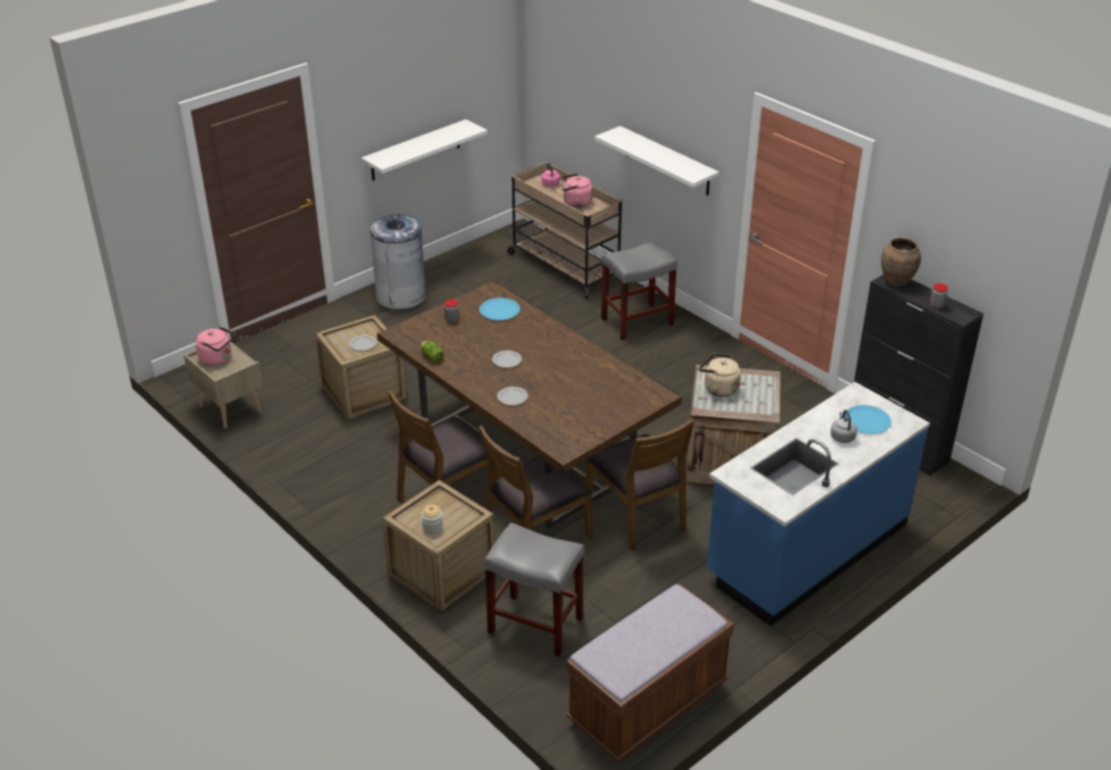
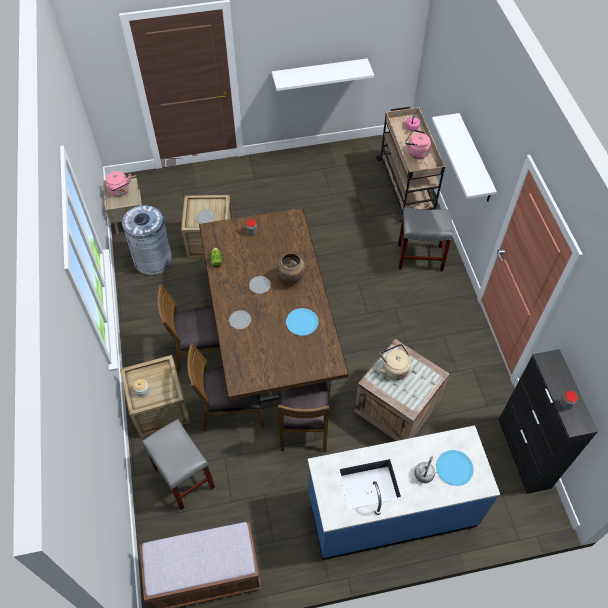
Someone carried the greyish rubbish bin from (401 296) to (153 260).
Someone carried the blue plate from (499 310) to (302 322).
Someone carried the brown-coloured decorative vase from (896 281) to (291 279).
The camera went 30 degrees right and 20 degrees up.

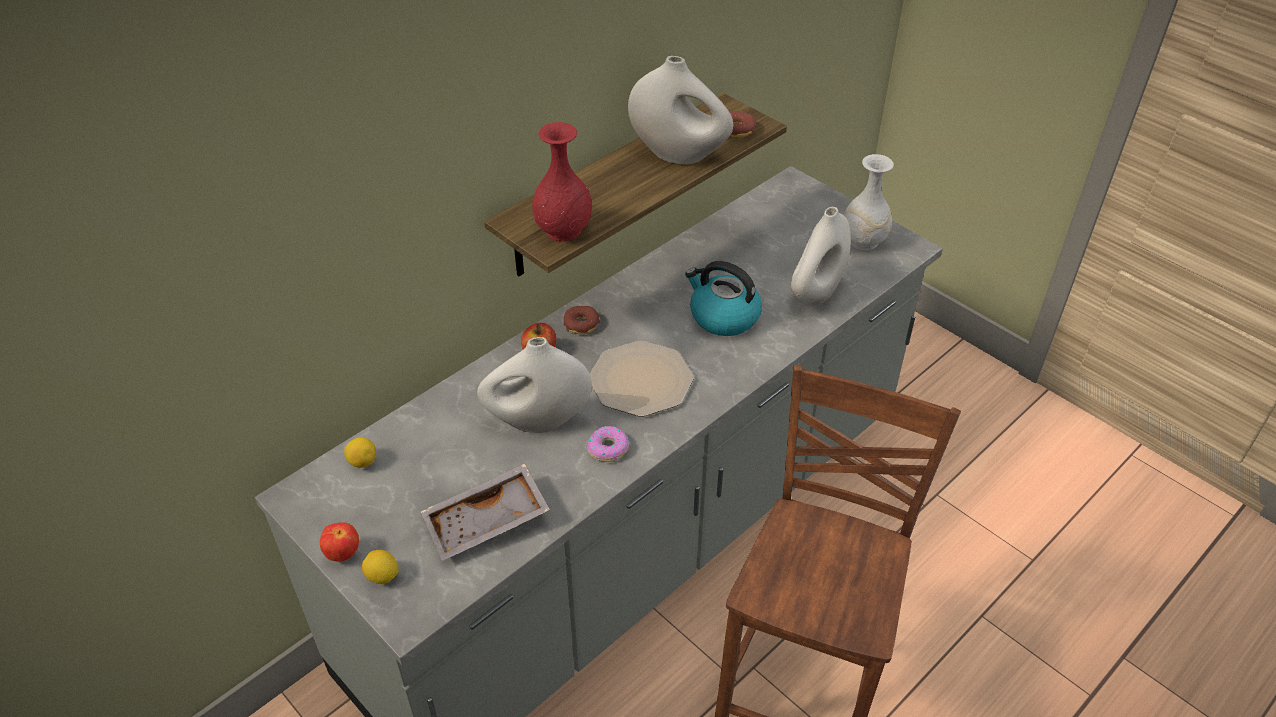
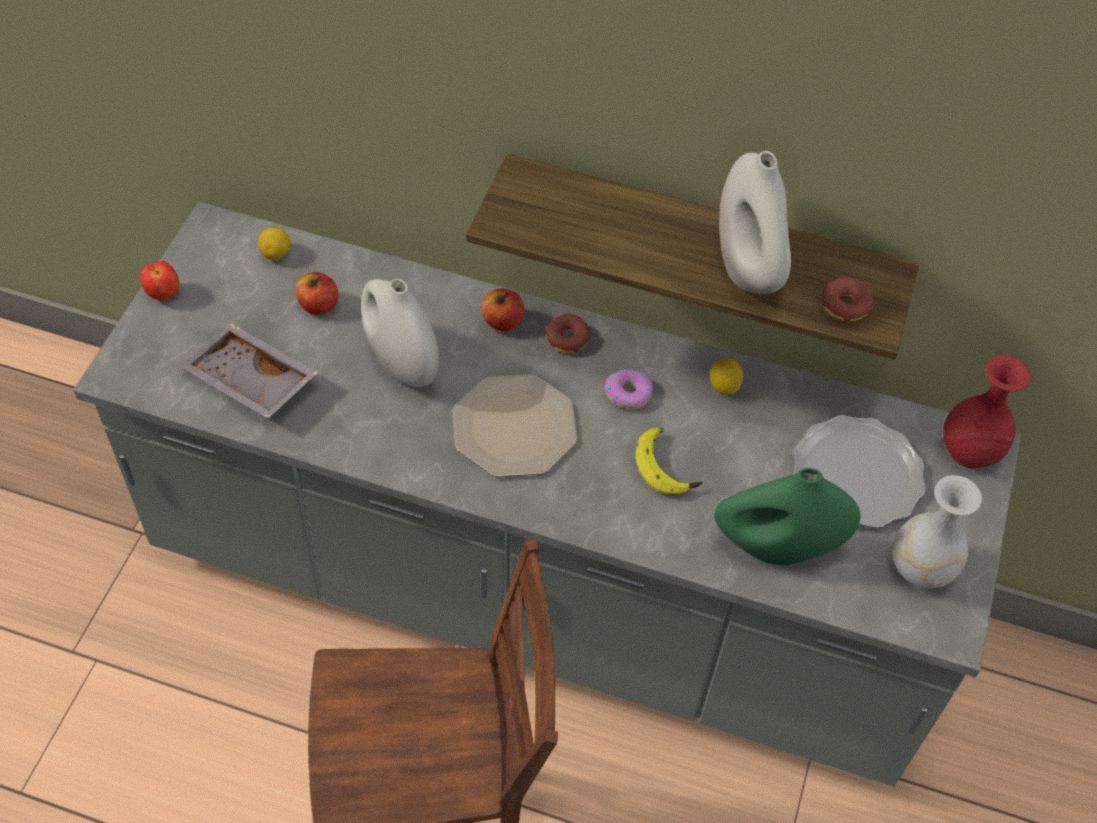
Someone carried the whole lemon from (382 576) to (724 386).
Someone carried the red decorative vase from (564 231) to (969 452).
Someone carried the doughnut from (608 448) to (628 393).
Someone swapped the kettle at (723 317) for the banana fruit at (667 465).
Someone repainted the white decorative vase at (816 293), which became the greenish decorative vase at (776 548).
Someone put down the apple fruit at (318 305).
Someone put down the plate at (857 474).
The camera went 60 degrees right and 10 degrees up.

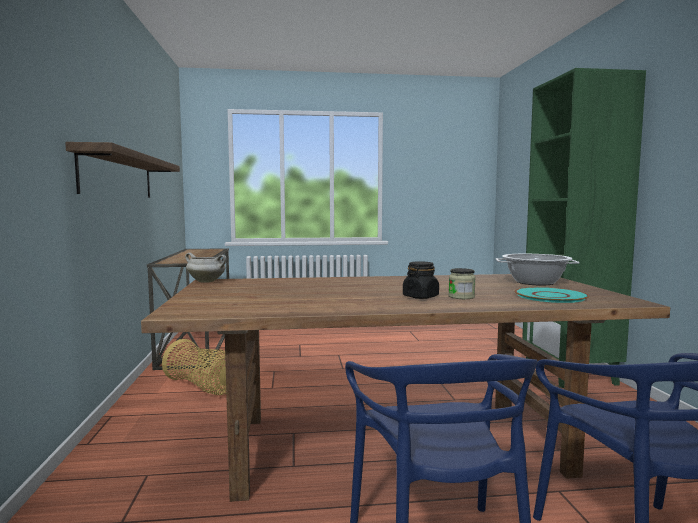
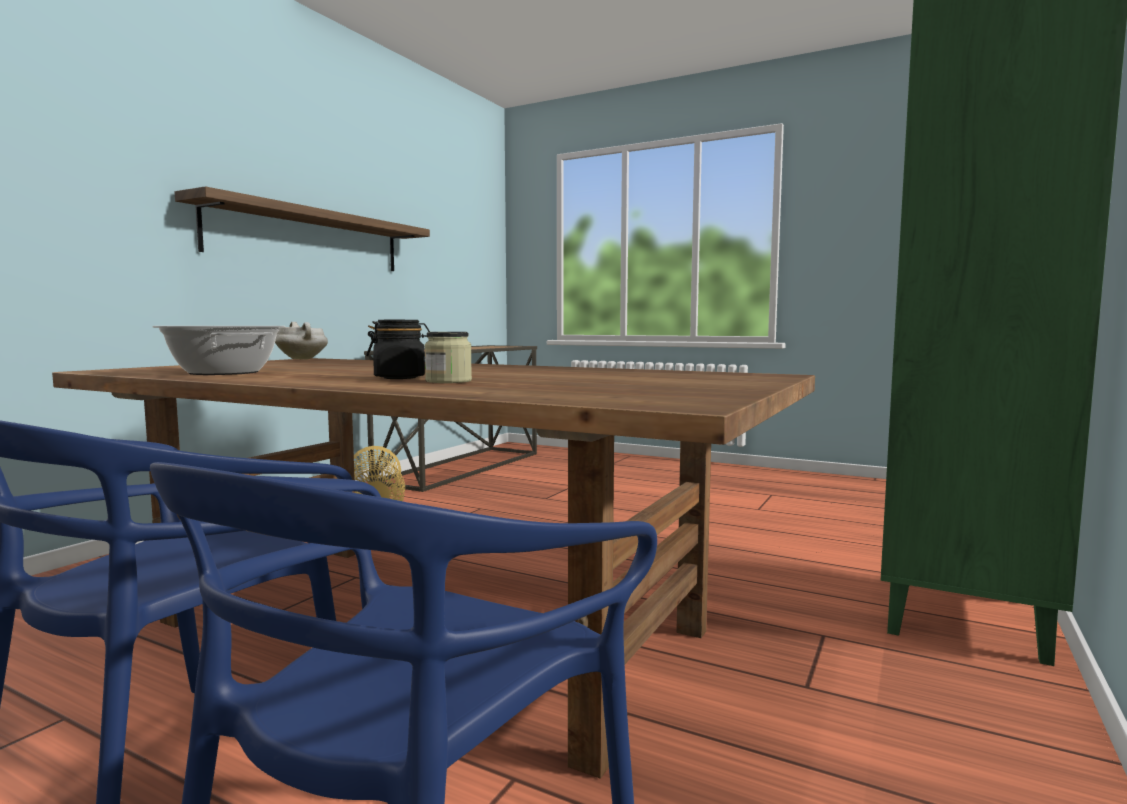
Someone carried the cooking pot from (535 282) to (224 372).
Someone took away the turquoise-coloured plate at (551 296).
The camera went 35 degrees right and 0 degrees up.

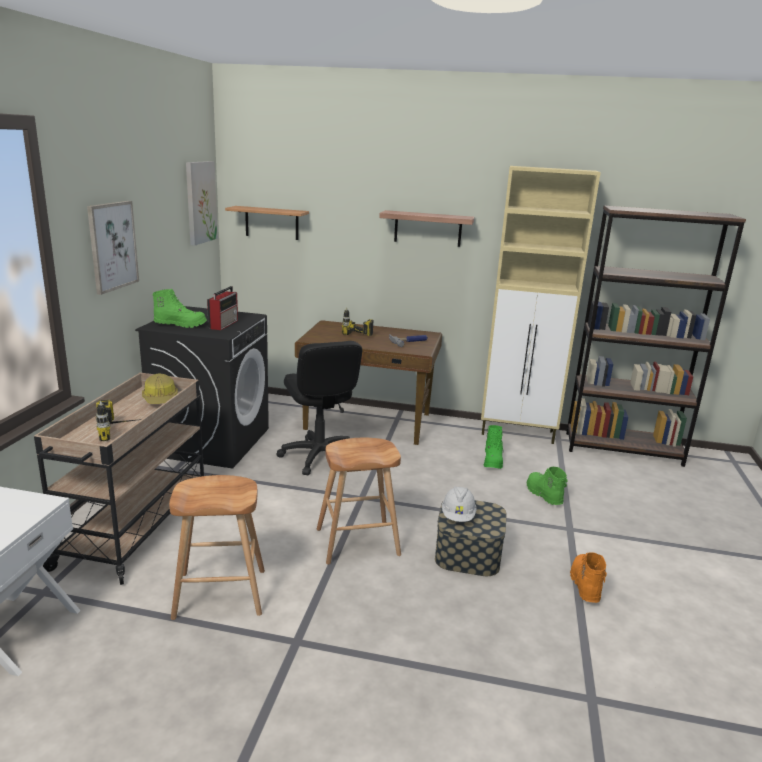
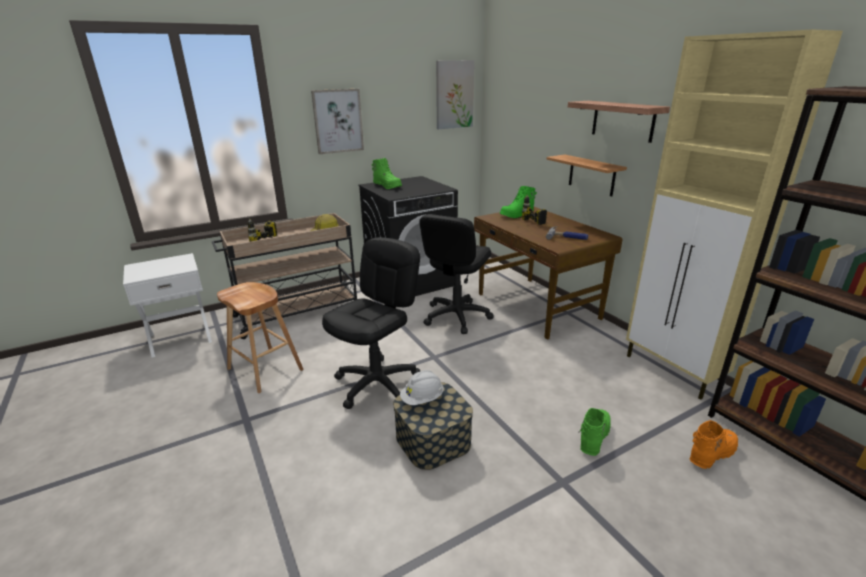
Someone took away the radio at (224 324).
Someone carried the shelf from (272 223) to (591 175).
Someone swapped the brown-coloured stool at (357 542) for the blackish office chair at (377 384).
Someone carried the greenish high-top boot from (492 461) to (517 215).
Someone carried the orangey high-top boot from (584 584) to (711 454).
The camera went 50 degrees right and 5 degrees up.

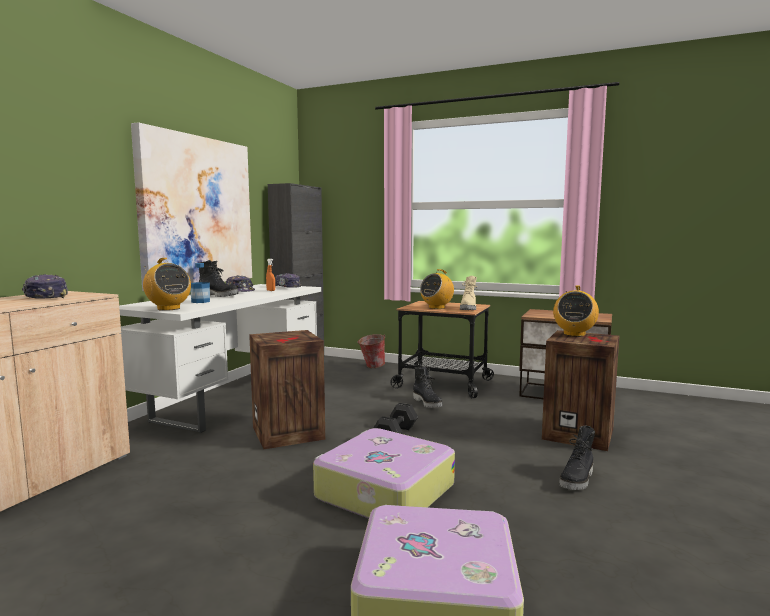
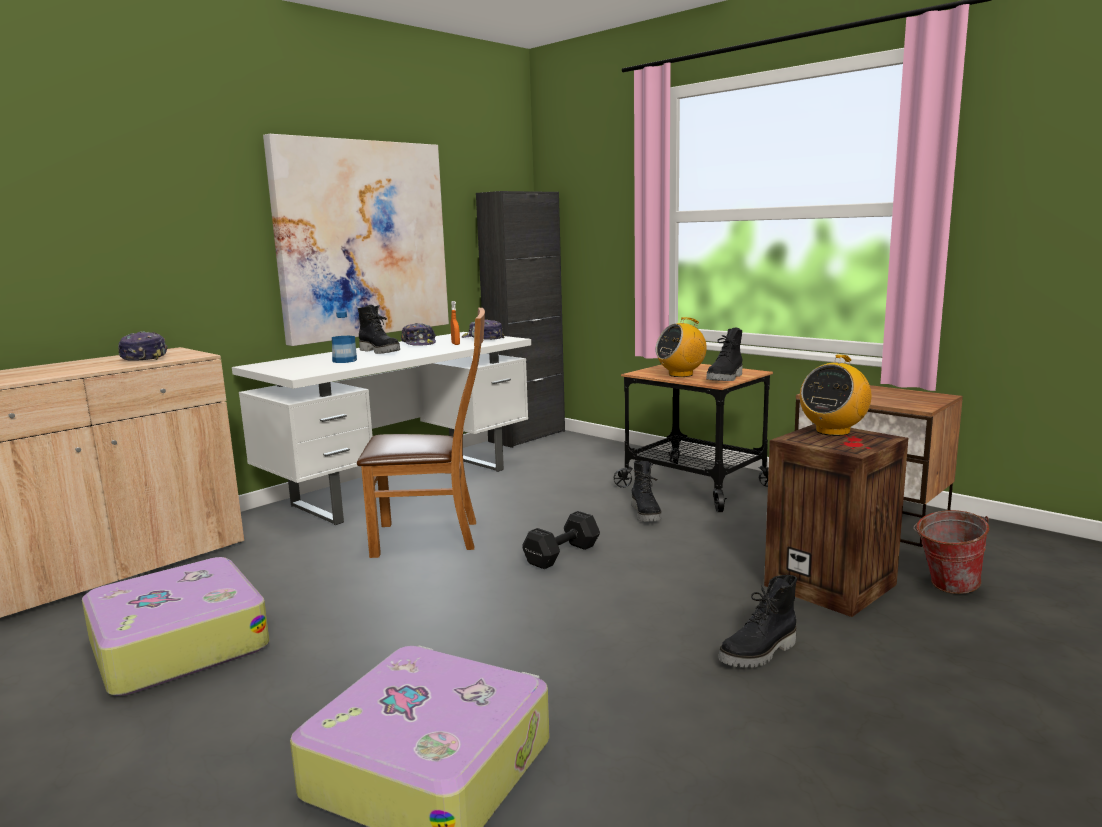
Someone took away the radio at (168 308).
Someone swapped the crate at (289 433) for the brown-coloured upright chair at (433 537).
Someone carried the suitcase from (383 492) to (177 644).
Someone carried the bucket from (371 367) to (945 587).
Someone repainted the beige-coloured high-top boot at (469 309), which became the blackish high-top boot at (726 378).
The camera went 20 degrees right and 5 degrees up.

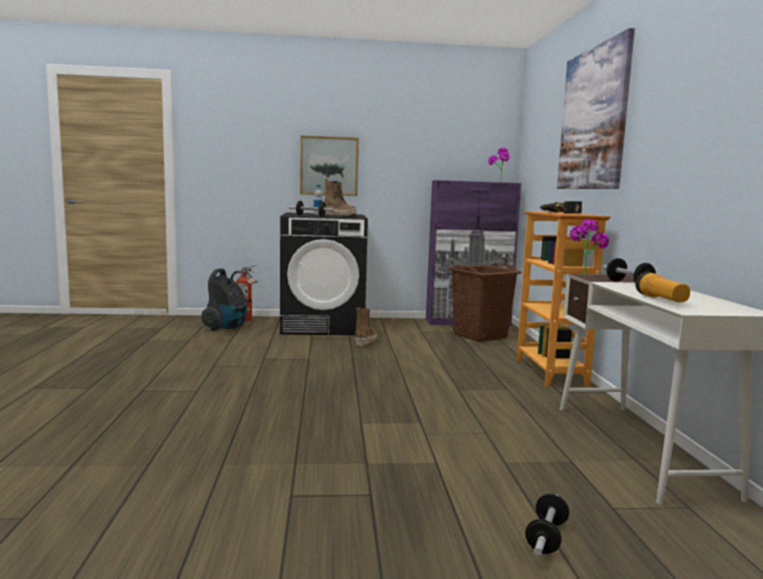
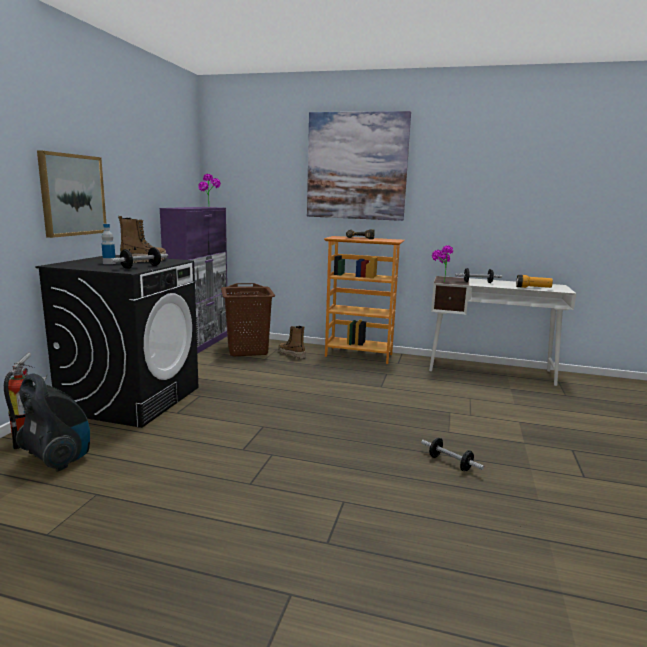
Someone carried the high-top boot from (365 342) to (291 354).
Someone carried the free weight from (546 537) to (450 463).
The camera went 70 degrees left and 5 degrees up.

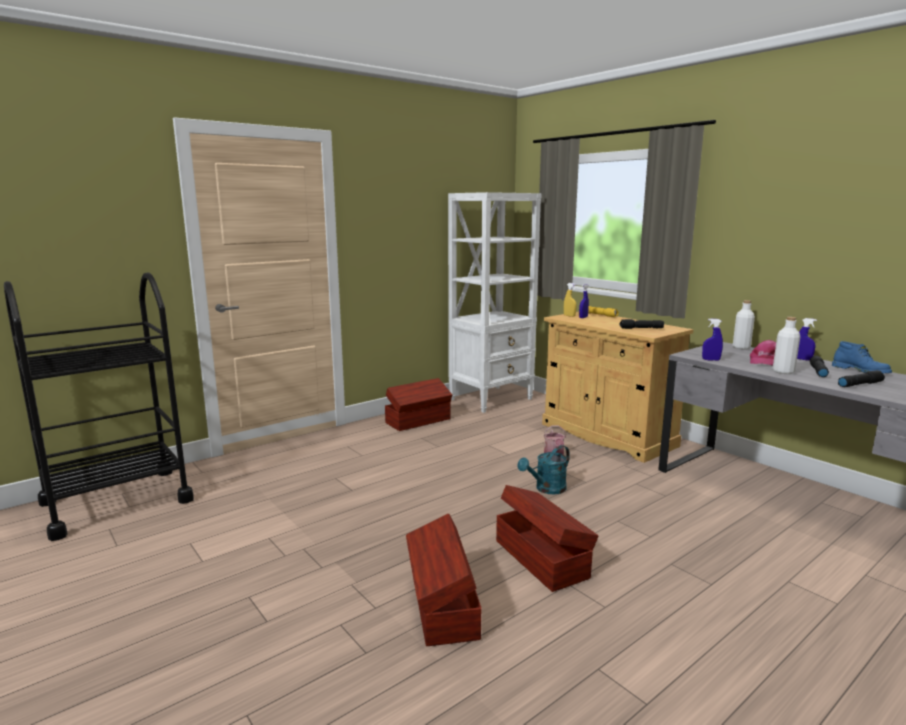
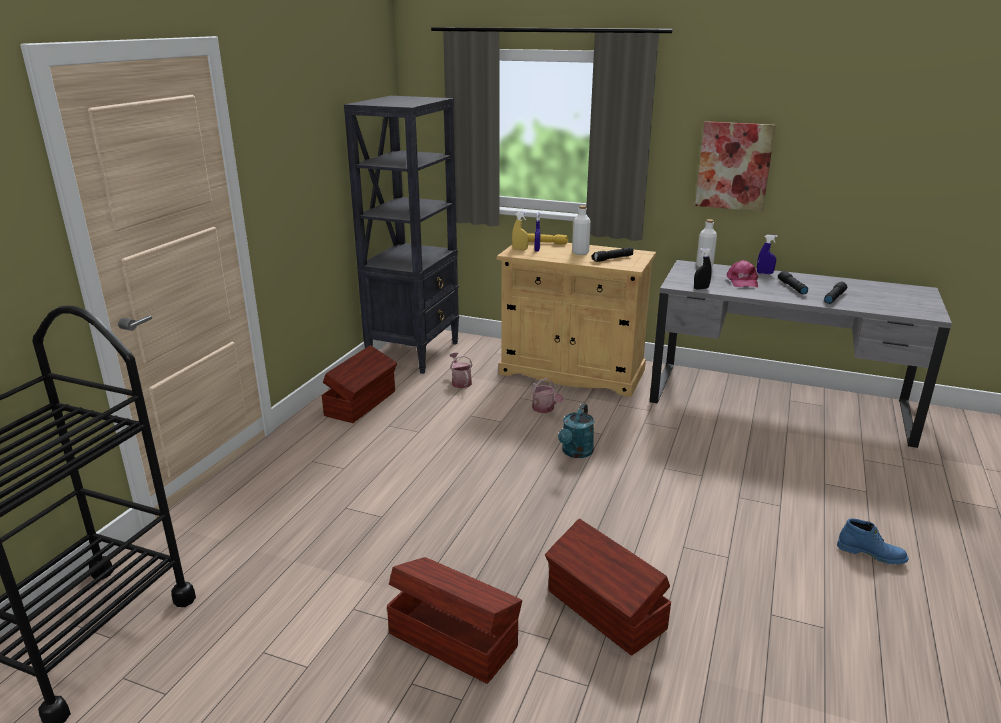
Someone repainted the white bookcase at (491 399), which became the blackish bookcase at (414 352).
Someone carried the brown-coloured storage bin from (541 558) to (453 638).
Someone repainted the blue spray bottle at (711 360), which became the blackish spray bottle at (701 288).
Someone carried the white beverage bottle from (783 372) to (580 253).
Someone carried the blue high-top boot from (861 371) to (871 554).
Someone put down the watering can at (460 382).
Someone put up the wall picture at (734 166).
The camera went 30 degrees left and 10 degrees up.

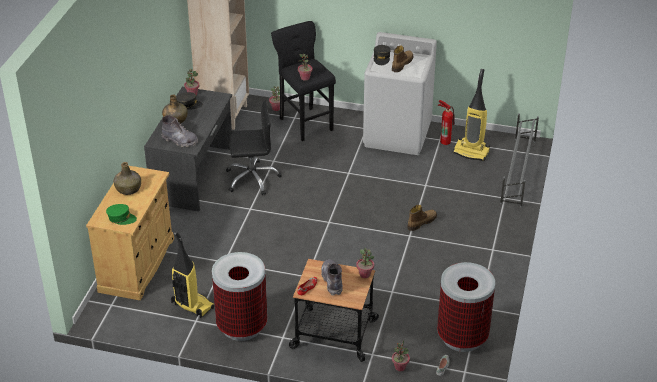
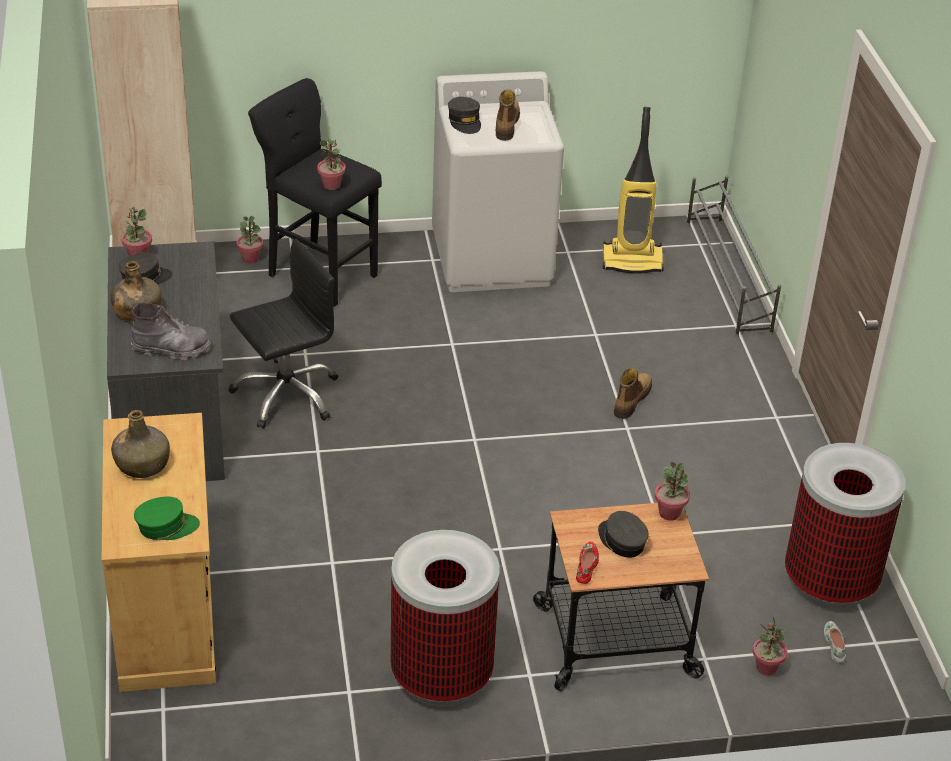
Someone took away the vacuum cleaner at (191 305).
Someone swapped the greyish high-top boot at (332 281) for the greyish cap at (621 541).
Someone took away the fire-fighting cylinder at (445 141).
The camera went 25 degrees left and 0 degrees up.

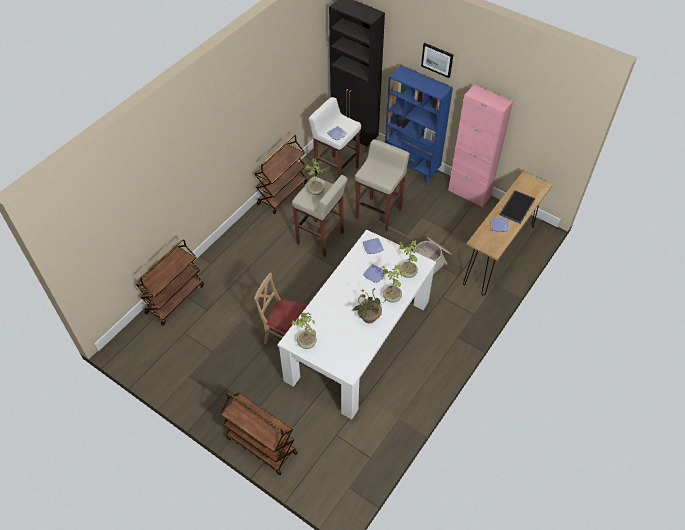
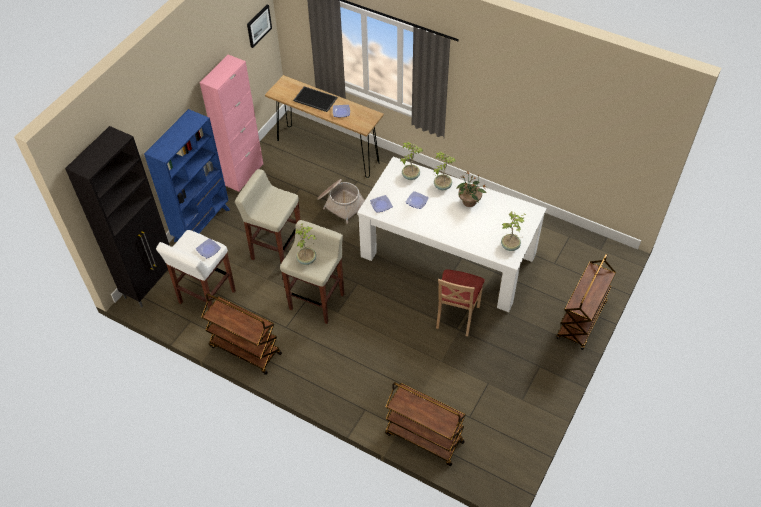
Someone carried the wall picture from (437 60) to (258 25).
The camera went 95 degrees left and 0 degrees up.

